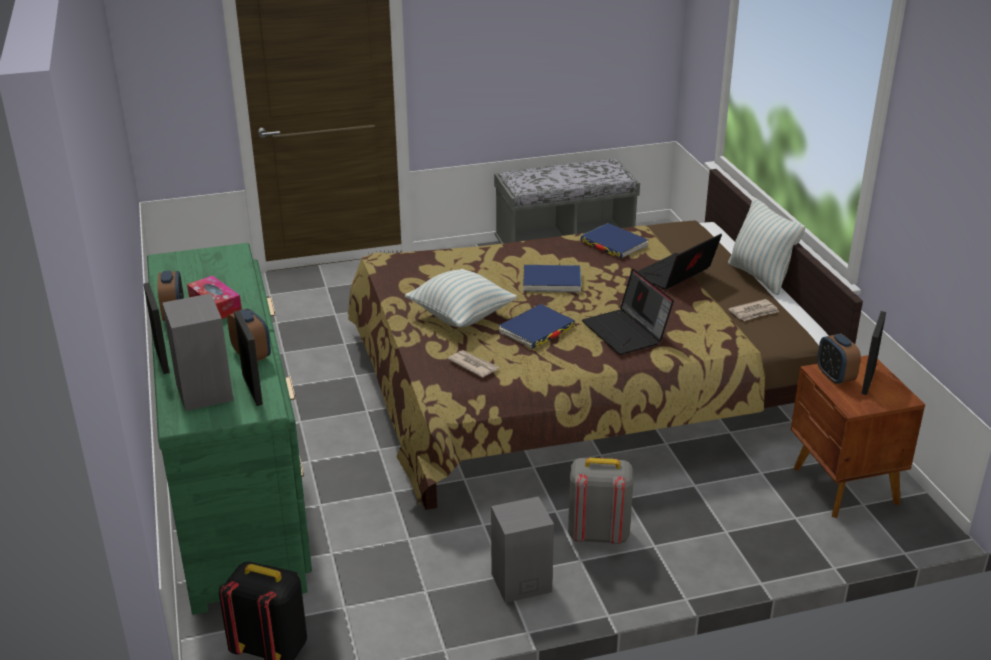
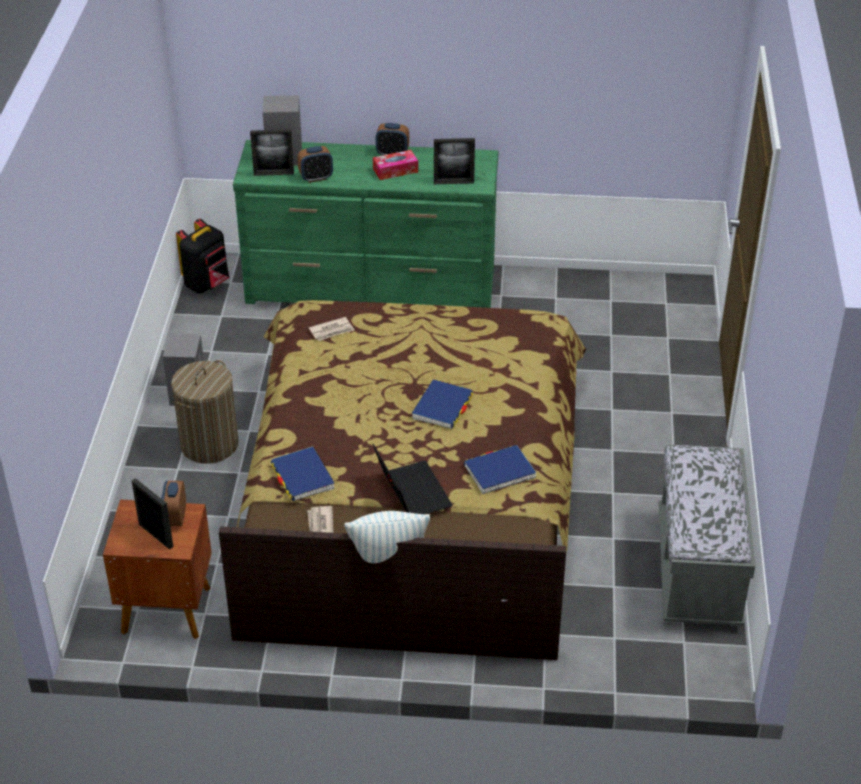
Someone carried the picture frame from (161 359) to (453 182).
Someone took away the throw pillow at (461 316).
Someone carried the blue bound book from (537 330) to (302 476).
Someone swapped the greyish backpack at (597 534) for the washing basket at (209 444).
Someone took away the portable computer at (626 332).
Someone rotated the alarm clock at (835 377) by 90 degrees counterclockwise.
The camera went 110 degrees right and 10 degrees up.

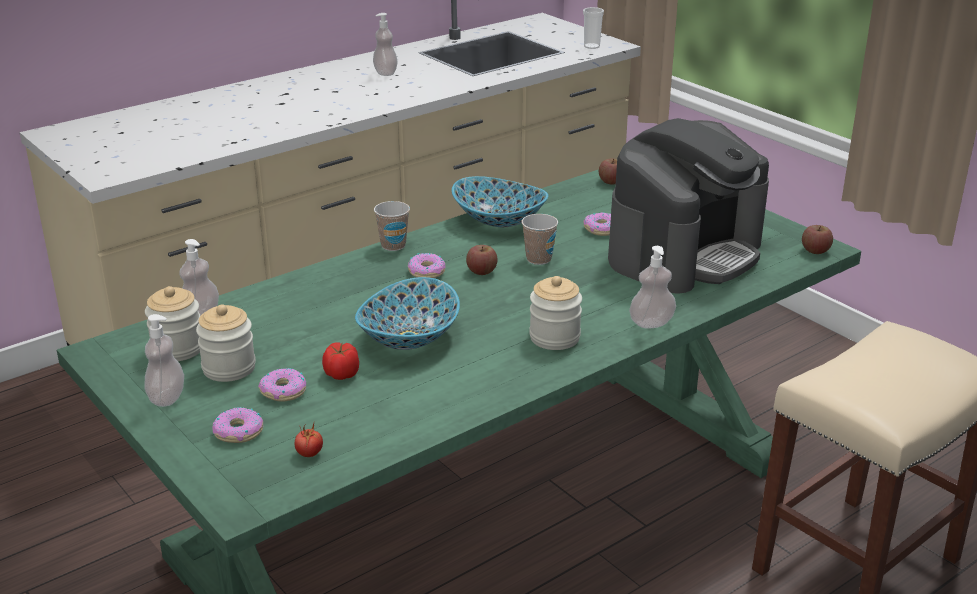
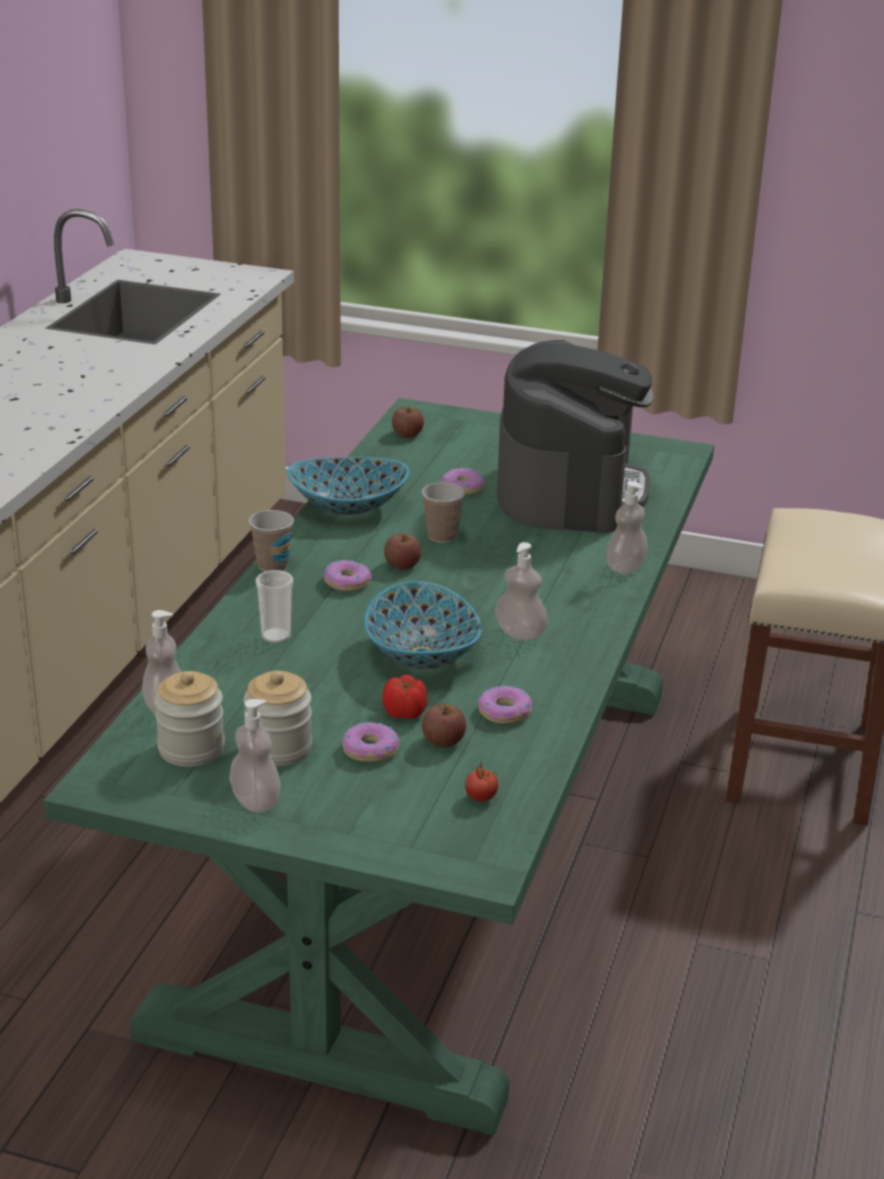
Someone carried the doughnut from (238 432) to (504 712).
Someone carried the soap dispenser from (385 73) to (520 633).
Someone took away the jar at (554 337).
Someone carried the drinking cup from (591 46) to (276 636).
Someone carried the apple fruit from (815 250) to (443 741).
The camera went 35 degrees left and 0 degrees up.

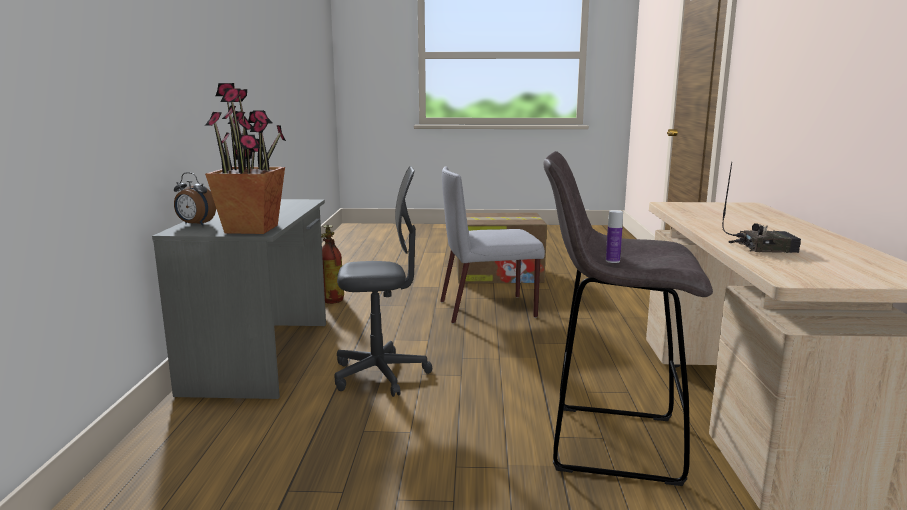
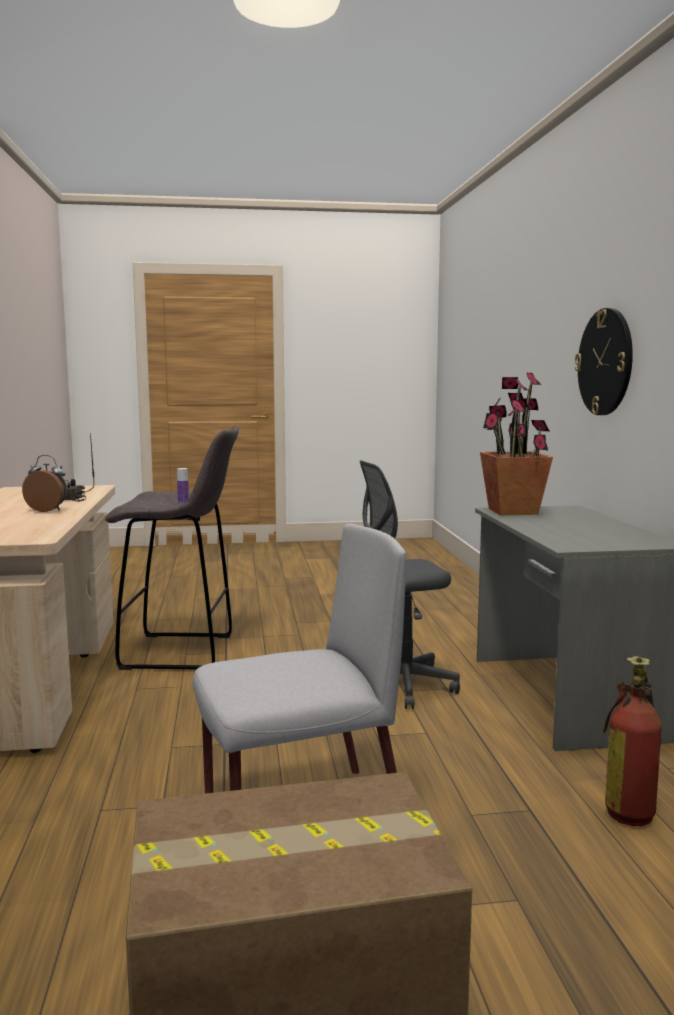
Someone carried the alarm clock from (195 224) to (48 510).
Someone put up the wall clock at (605 362).
The camera went 170 degrees right and 5 degrees down.

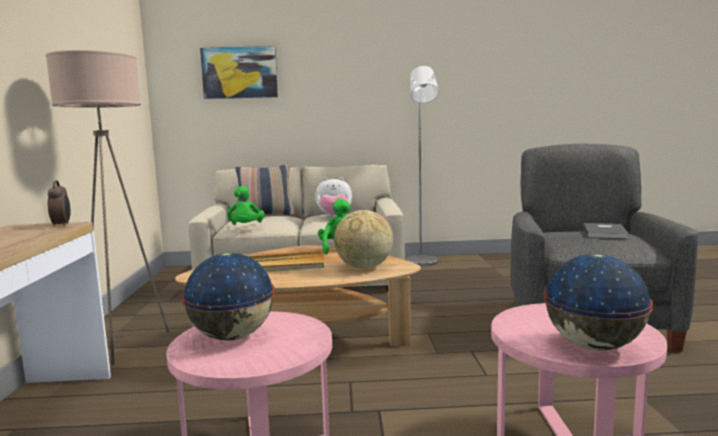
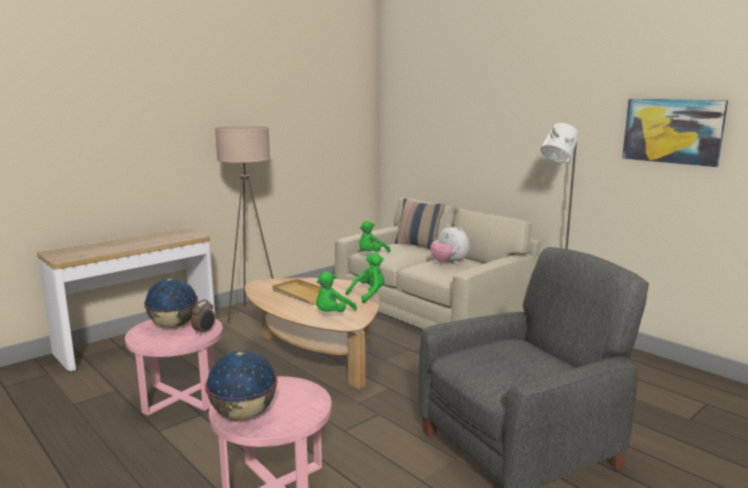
Someone carried the alarm clock from (62 225) to (204 332).
Someone carried the wall picture from (240 73) to (672 131).
Someone swapped the globe at (363 267) for the greenish plush toy at (332 314).
Someone took away the greyish bound book at (606 233).
The camera went 50 degrees right and 5 degrees up.

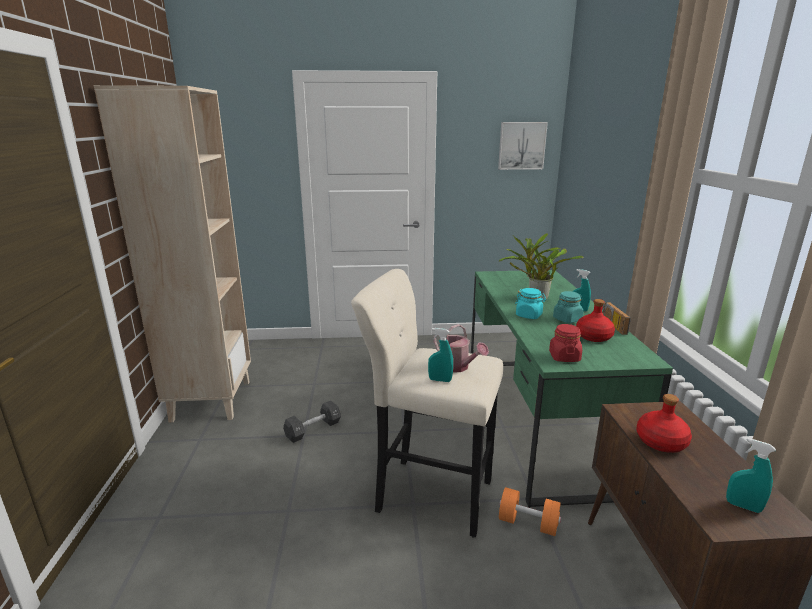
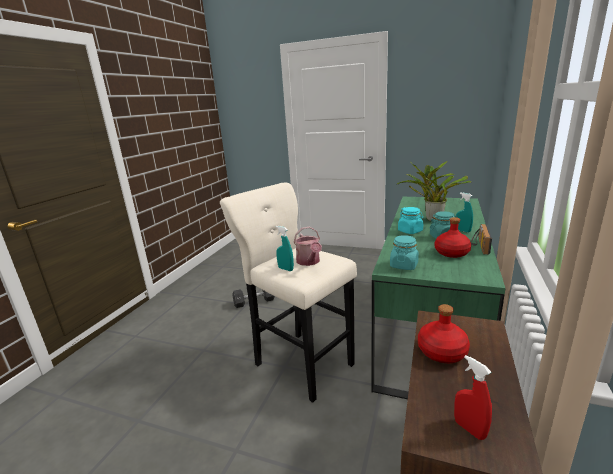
Someone took away the beige-coloured bookcase at (211 400).
Someone took away the wall picture at (521 145).
Someone took away the orangey free weight at (528 523).
Someone repainted the red jar at (564 357), which became the turquoise-coloured jar at (404 265).
Someone repainted the turquoise-coloured spray bottle at (743 506), which became the red spray bottle at (469 429).
The camera went 25 degrees right and 0 degrees up.

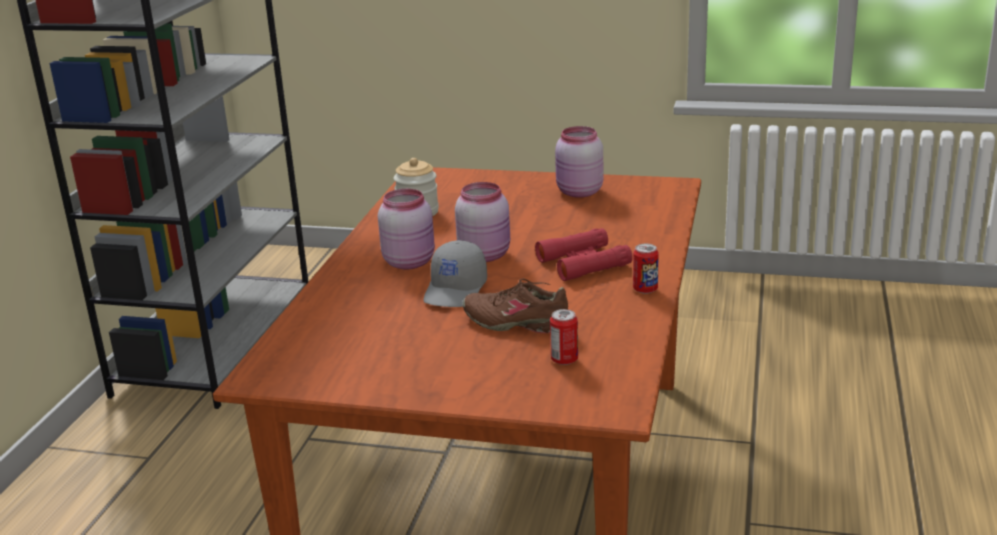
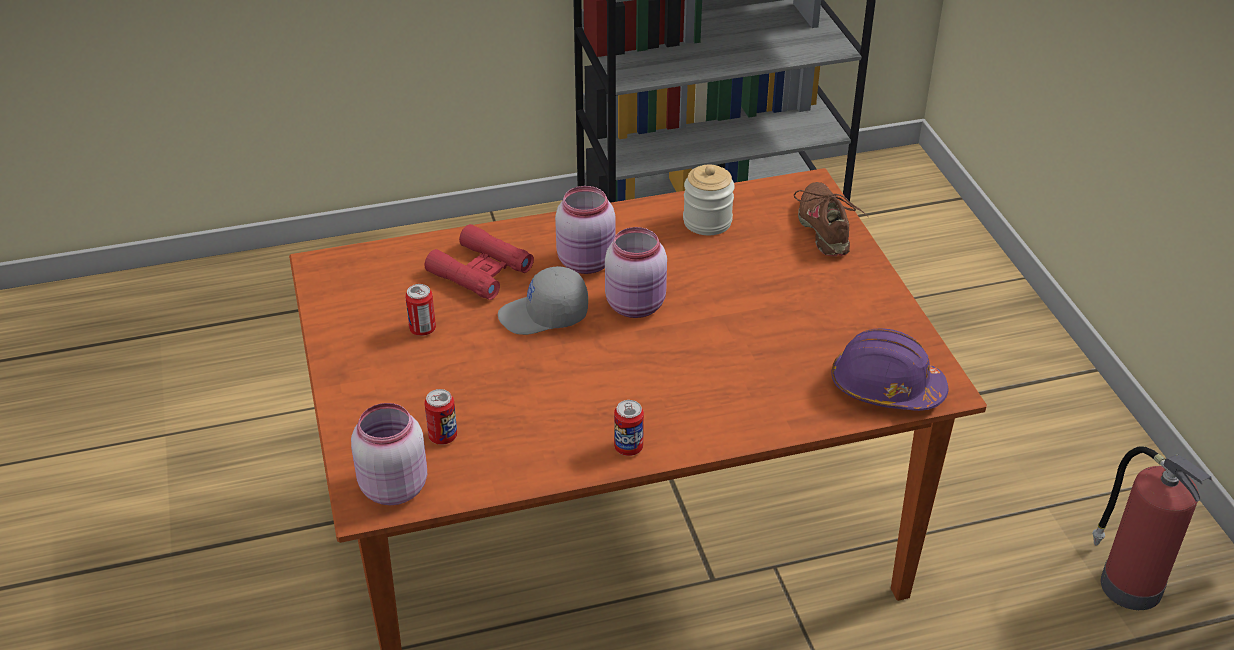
Someone carried the brown-coloured item of footwear from (517 322) to (825 228).
Someone carried the red field glasses from (583 263) to (480 271).
Someone carried the pink jar from (578 192) to (392 487).
Someone put down the can at (422 329).
Someone put down the purple-coloured work helmet at (885 388).
Someone put down the fire-fighting cylinder at (1128 583).
The camera went 60 degrees right and 15 degrees up.

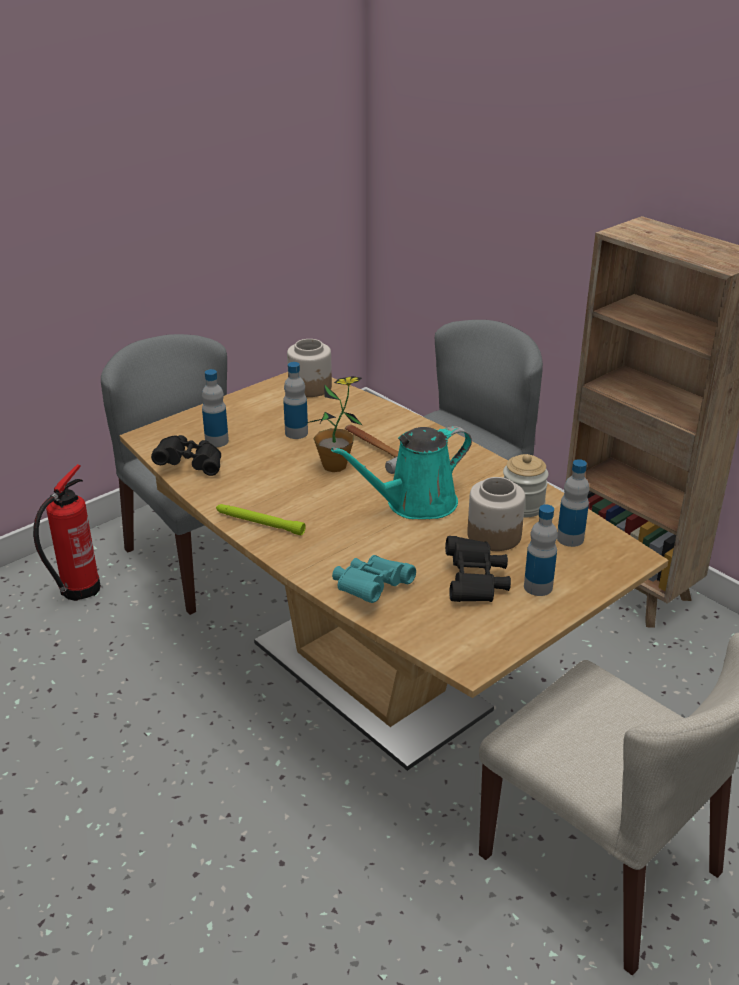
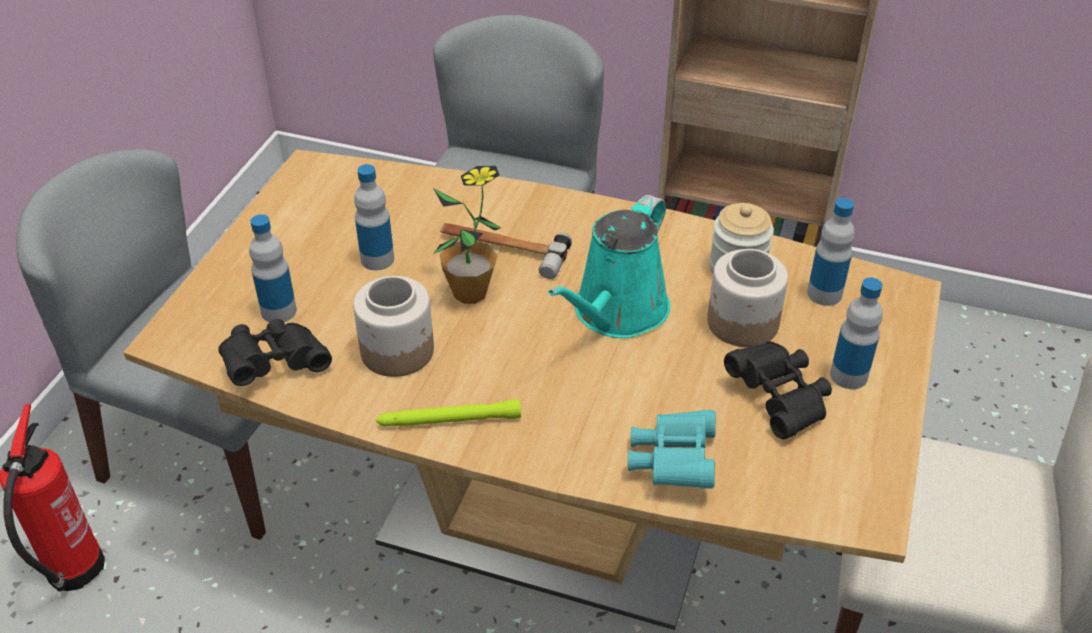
Someone carried the jar from (310 387) to (398 351).
The camera went 30 degrees left and 10 degrees up.

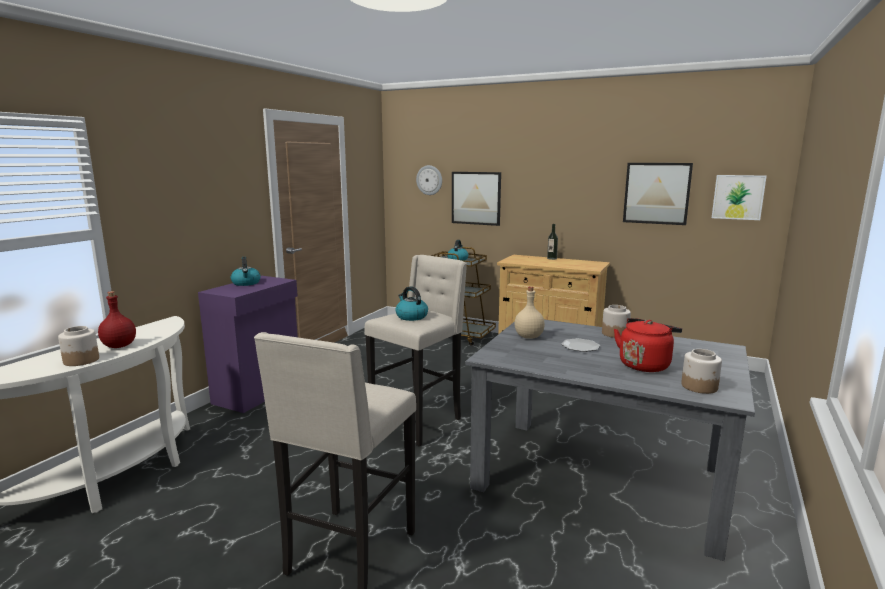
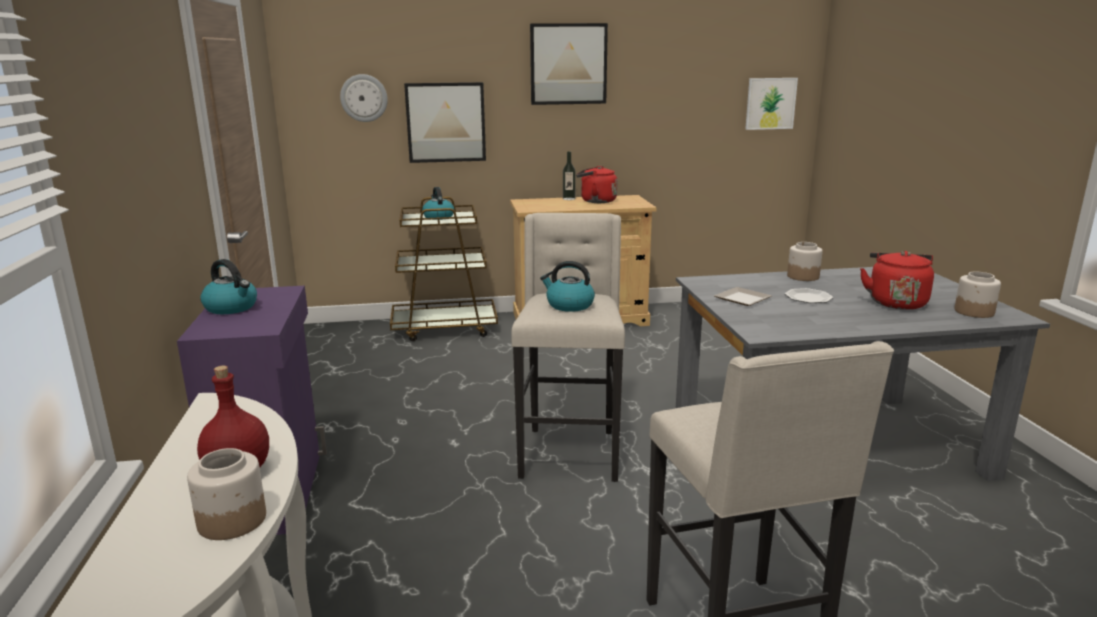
Someone swapped the beige-coloured beverage bottle at (528 337) for the plate at (740 299).
Someone carried the wall picture from (656 193) to (568 64).
Someone put down the red kettle at (596 201).
The camera went 35 degrees left and 5 degrees up.

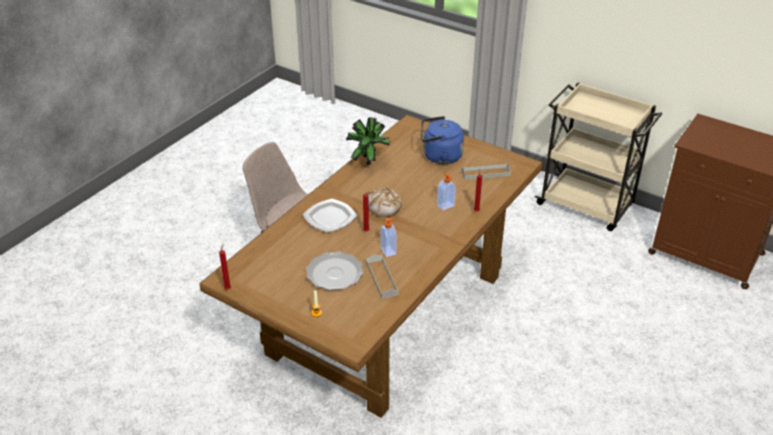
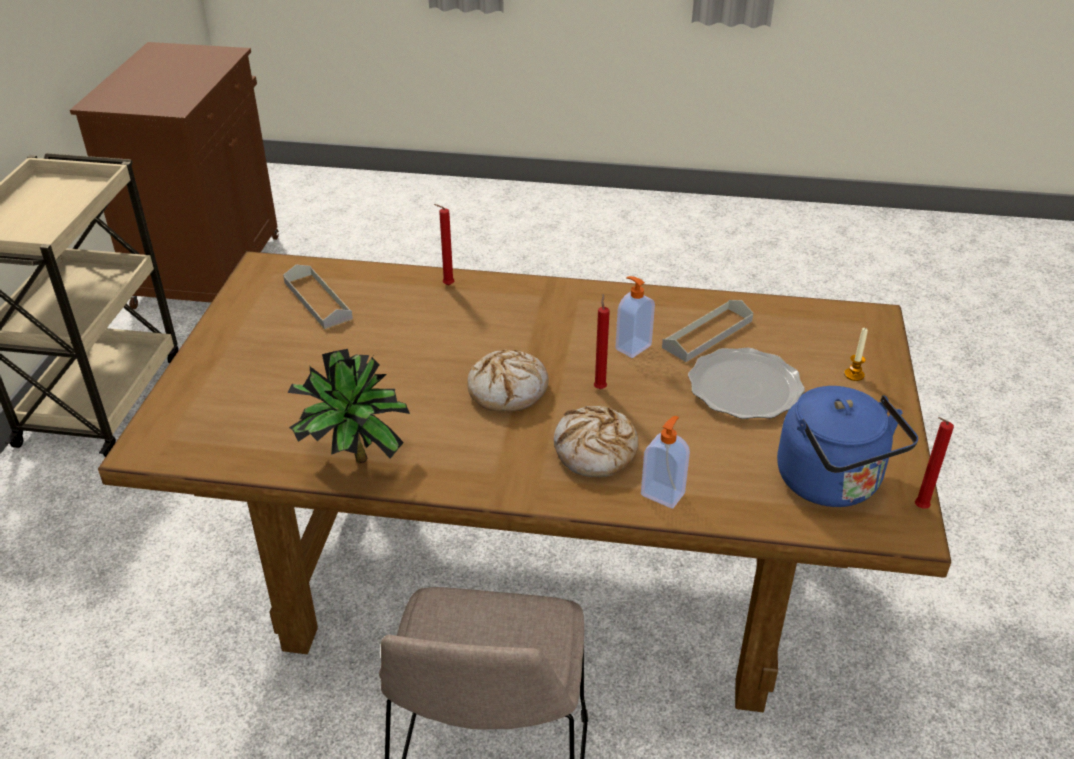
Someone swapped the plate at (329 217) for the bakery bread at (595 451).
Someone carried the blue kettle from (439 156) to (833 484).
Someone carried the soap dispenser from (446 206) to (663 494).
The camera went 115 degrees left and 0 degrees up.

